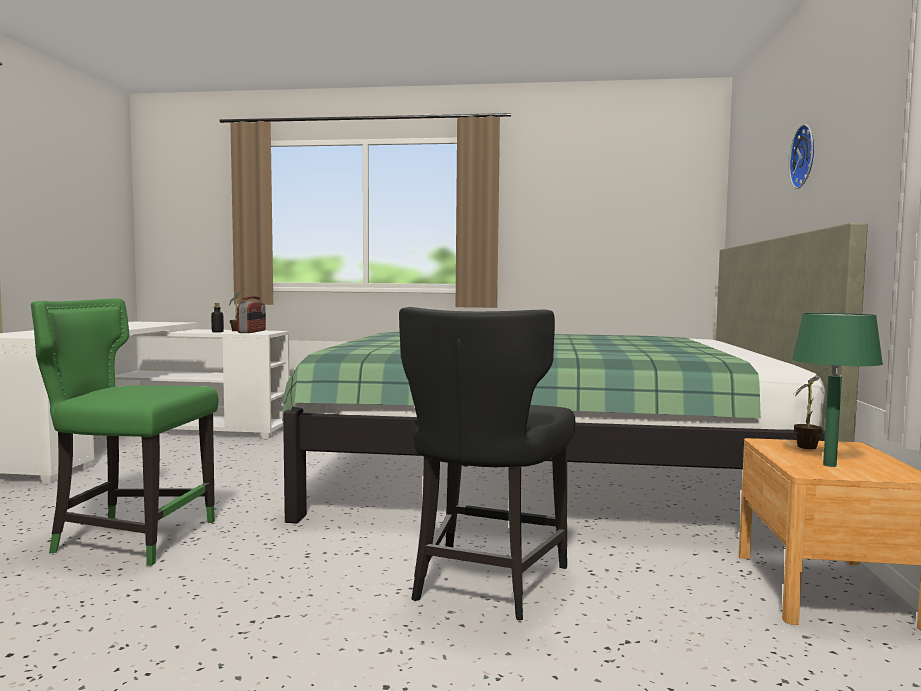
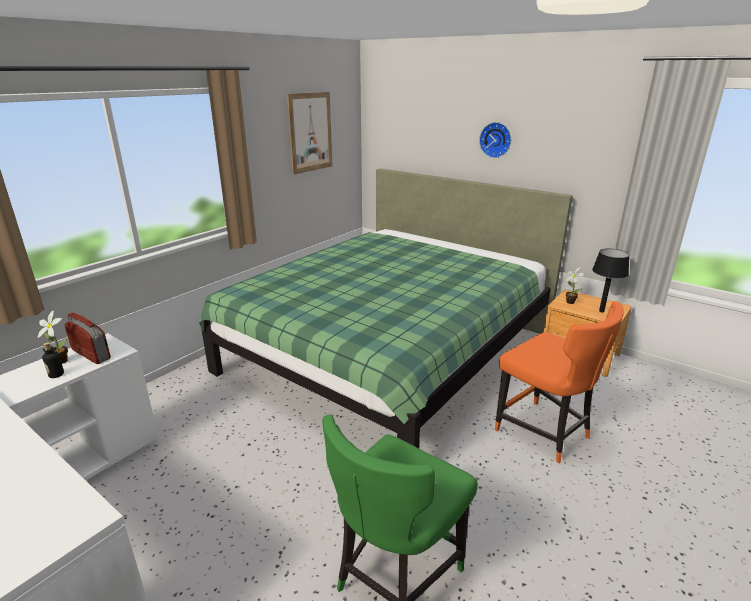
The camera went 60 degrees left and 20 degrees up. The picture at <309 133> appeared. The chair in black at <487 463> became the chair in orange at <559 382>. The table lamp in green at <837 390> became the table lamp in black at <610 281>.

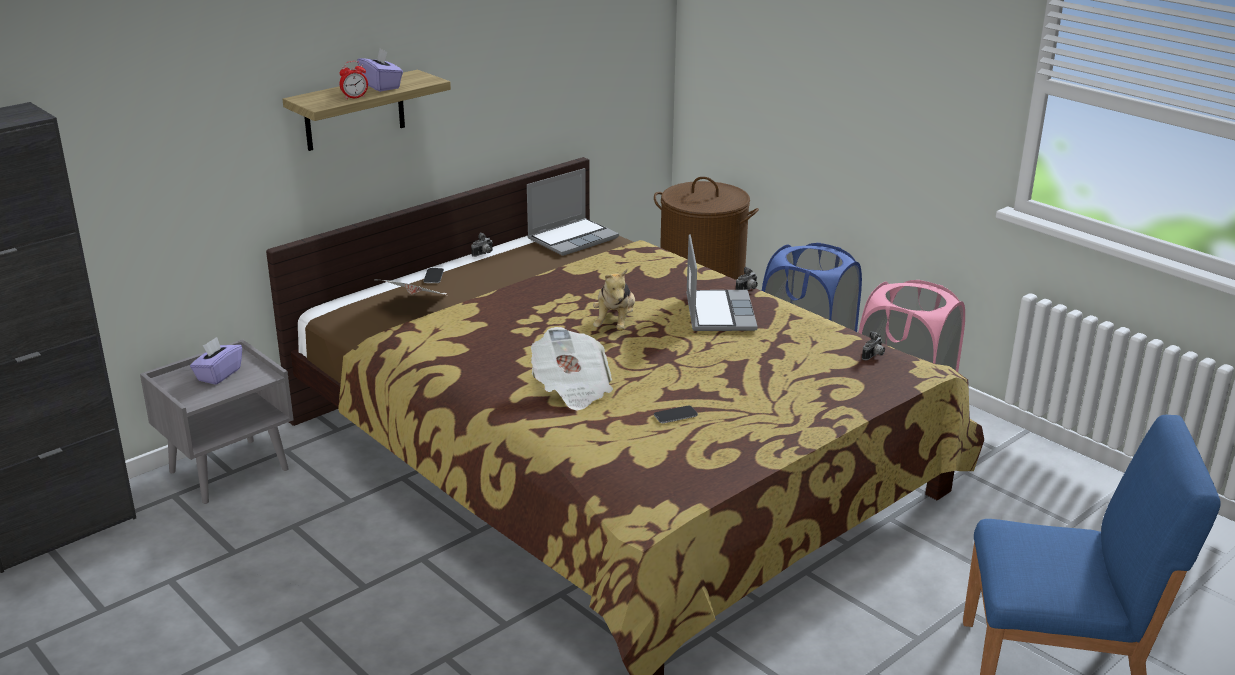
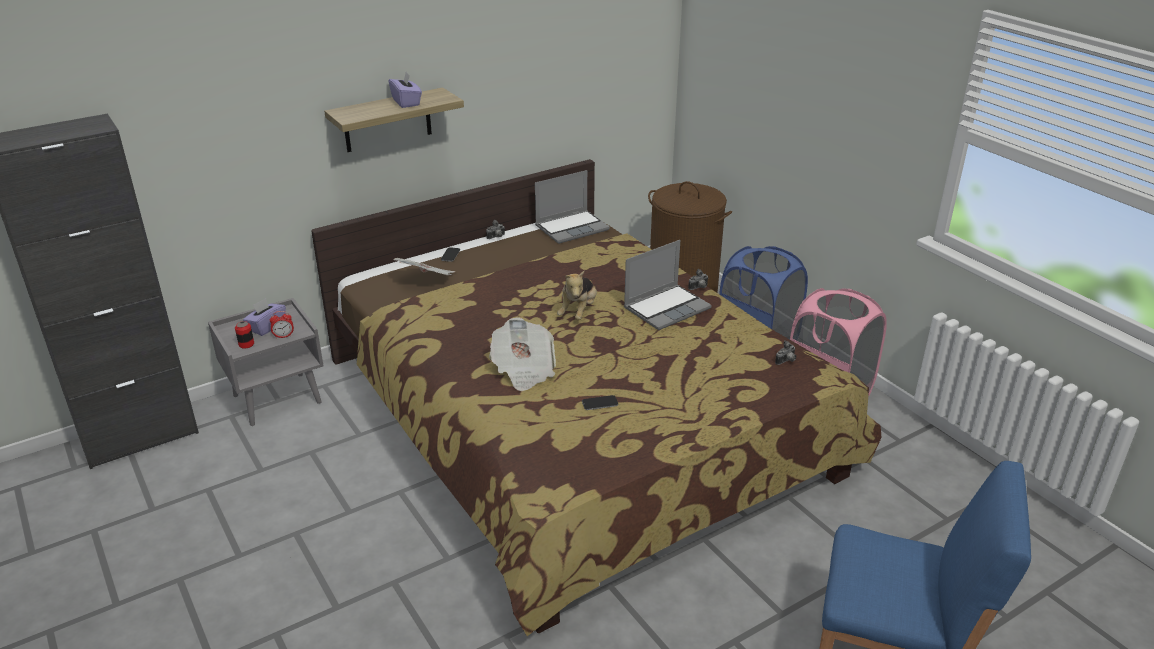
The camera went 10 degrees right and 5 degrees up. The can at <244 335> appeared. The alarm clock moved from <353 80> to <282 325>. The laptop at <722 282> turned 45 degrees clockwise.

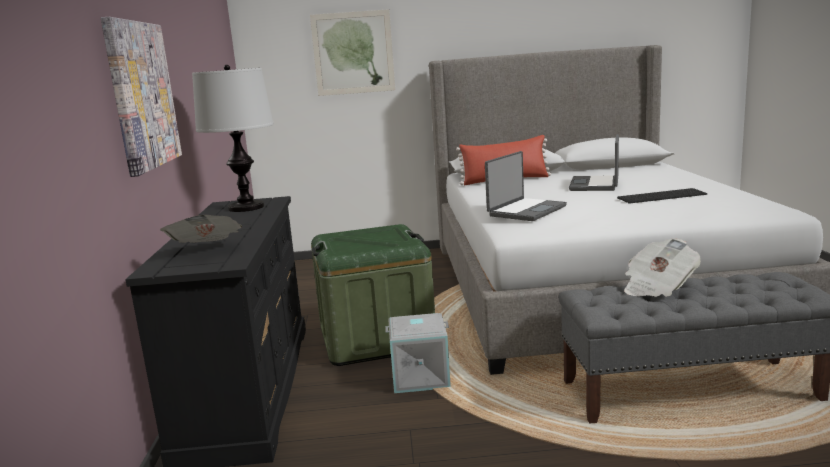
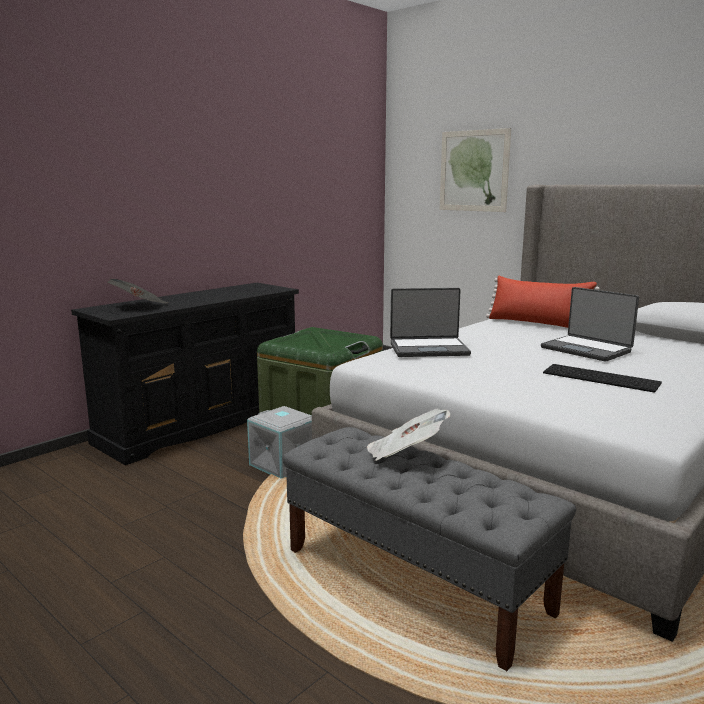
The camera went 45 degrees right and 0 degrees up. The picture at <141 97> disappeared. The table lamp at <233 138> disappeared. The laptop at <594 162> turned 105 degrees counterclockwise.

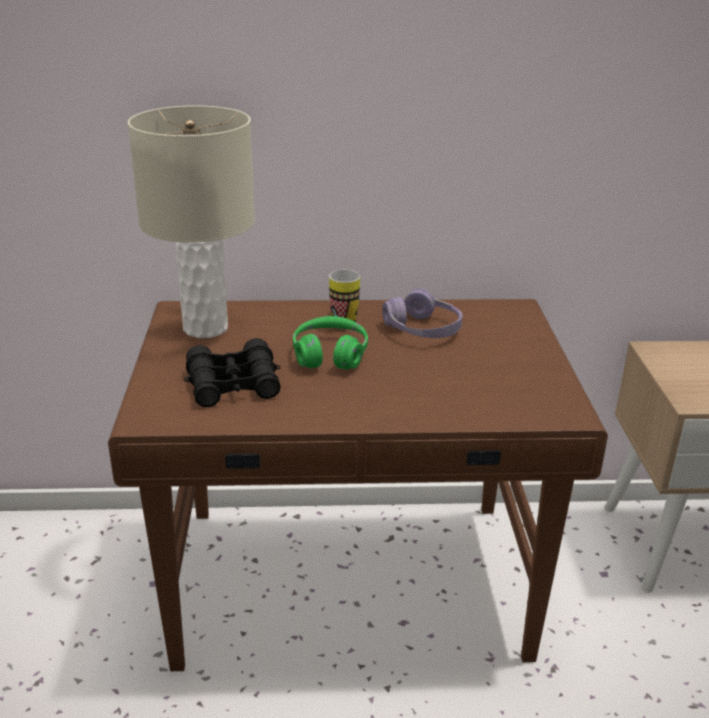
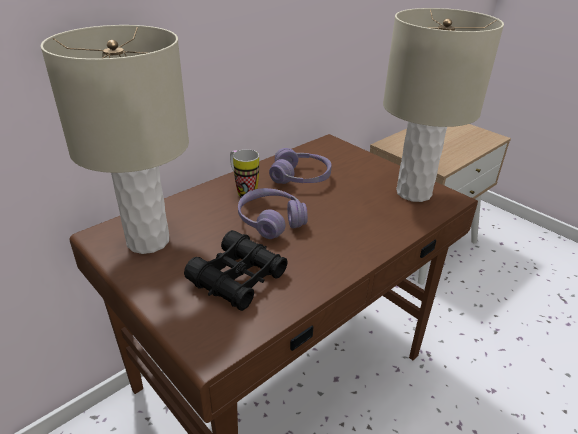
The camera went 40 degrees left and 5 degrees up. The table lamp in beige at <443 105> appeared. The headphones in green at <330 343> became the headphones in purple at <273 213>.

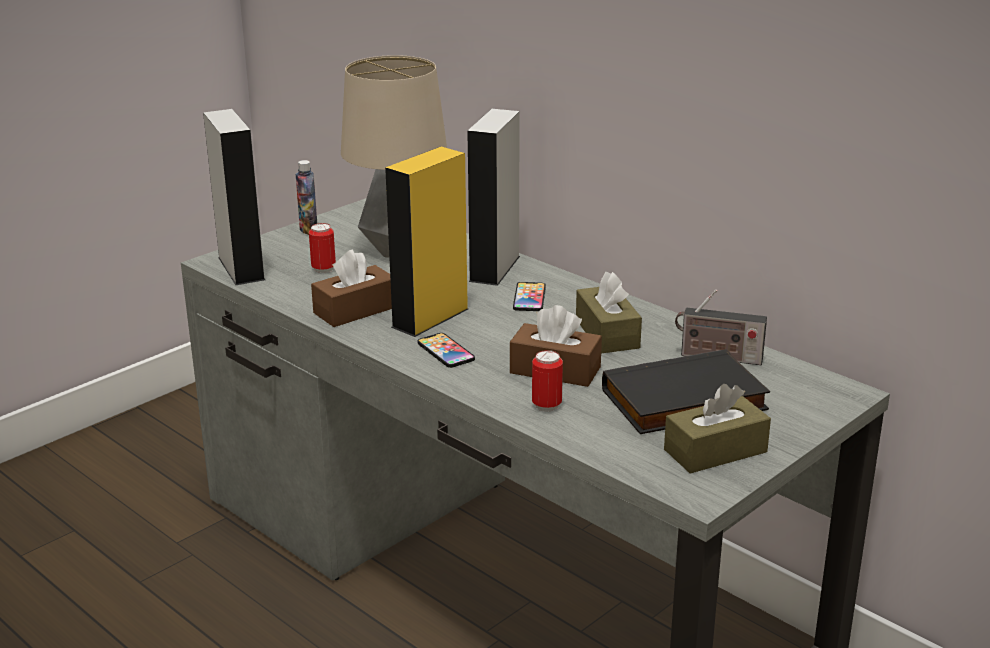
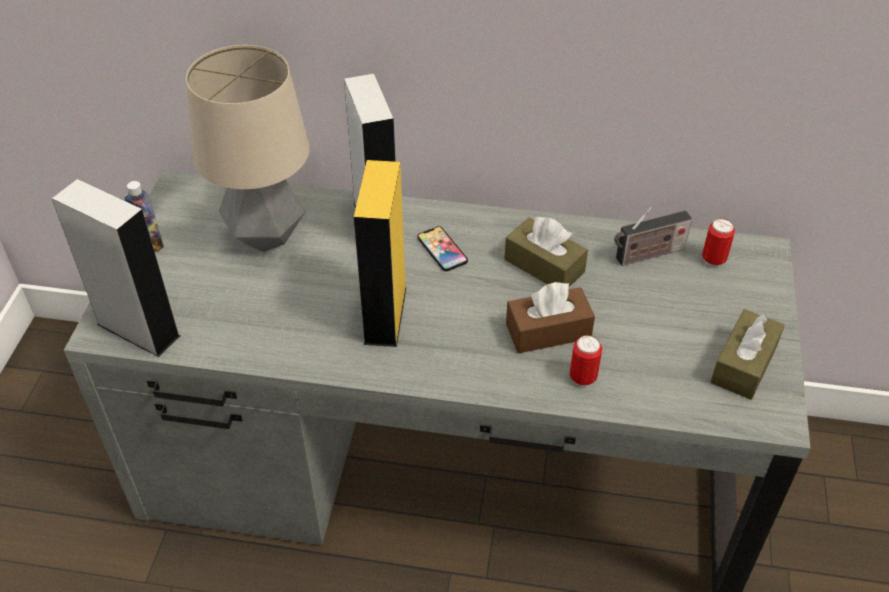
The camera went 35 degrees left and 20 degrees up. The tissue box in brown at <351 288> disappeared. The phone at <446 350> disappeared. The book in black at <686 391> disappeared. The can moved from <322 248> to <718 242>.

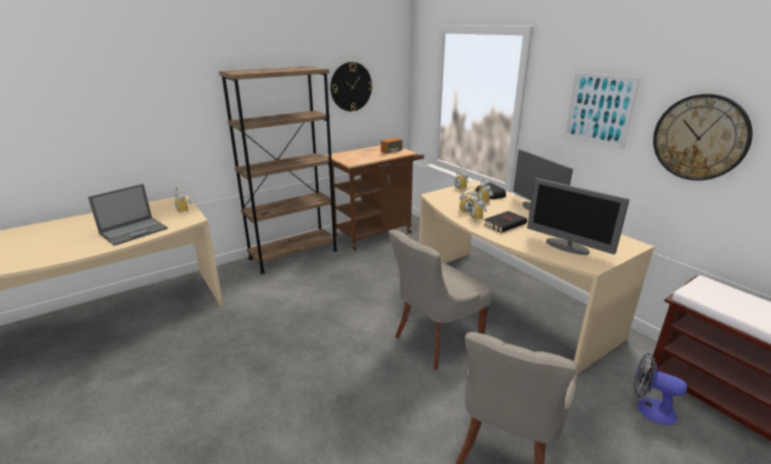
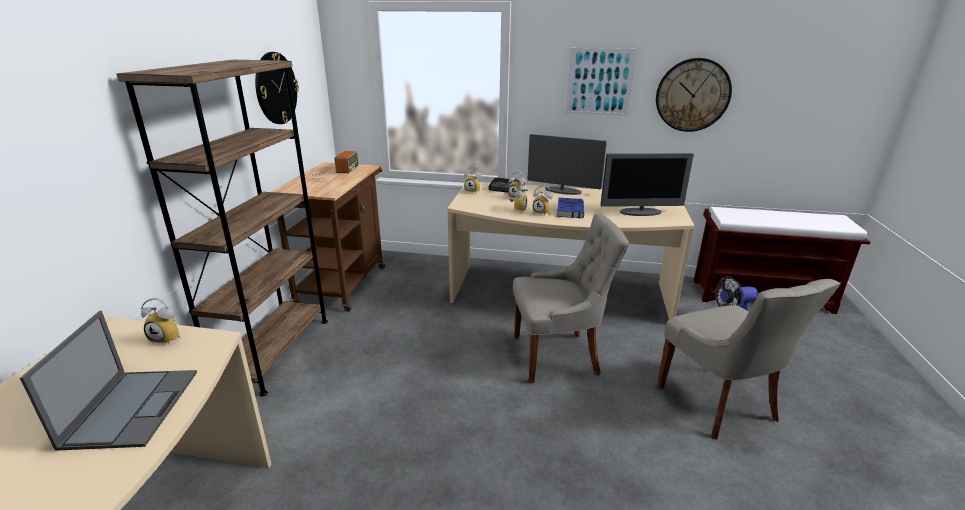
The camera went 45 degrees left and 0 degrees up. The book in black at <505 222> became the book in blue at <570 208>. The chair in grey at <440 299> turned 105 degrees counterclockwise.

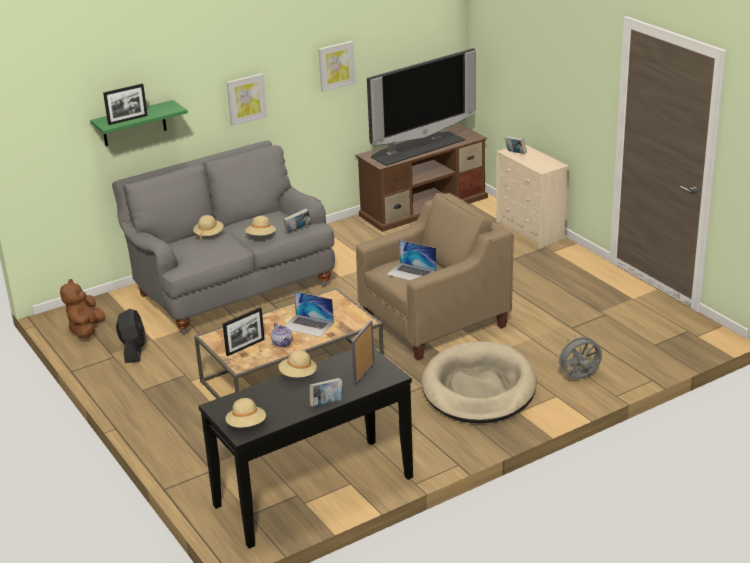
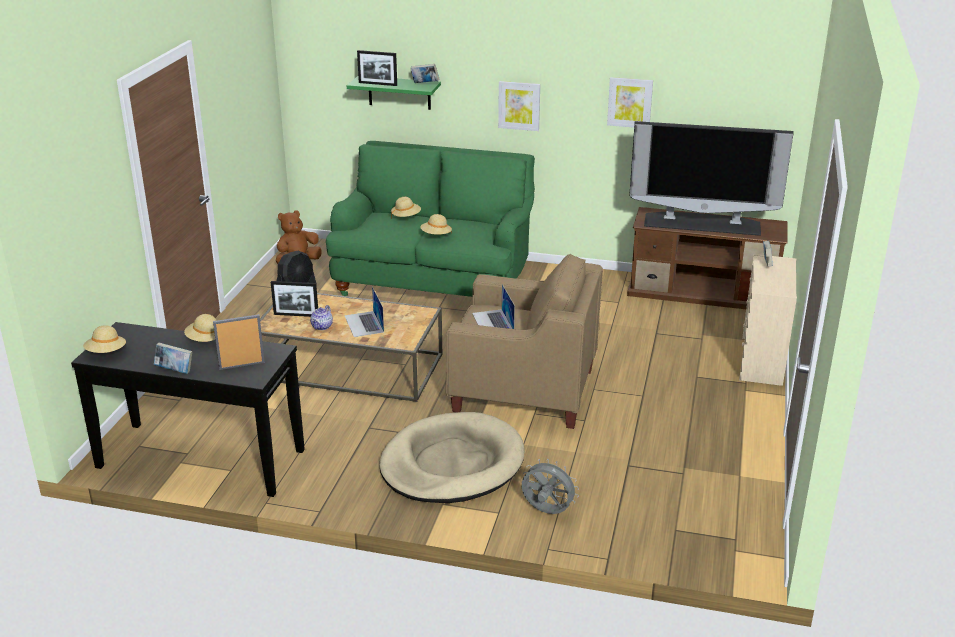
The camera went 45 degrees right and 0 degrees up. The book moved from <297 220> to <424 73>. The sofa in grey at <223 237> became the sofa in green at <430 219>.

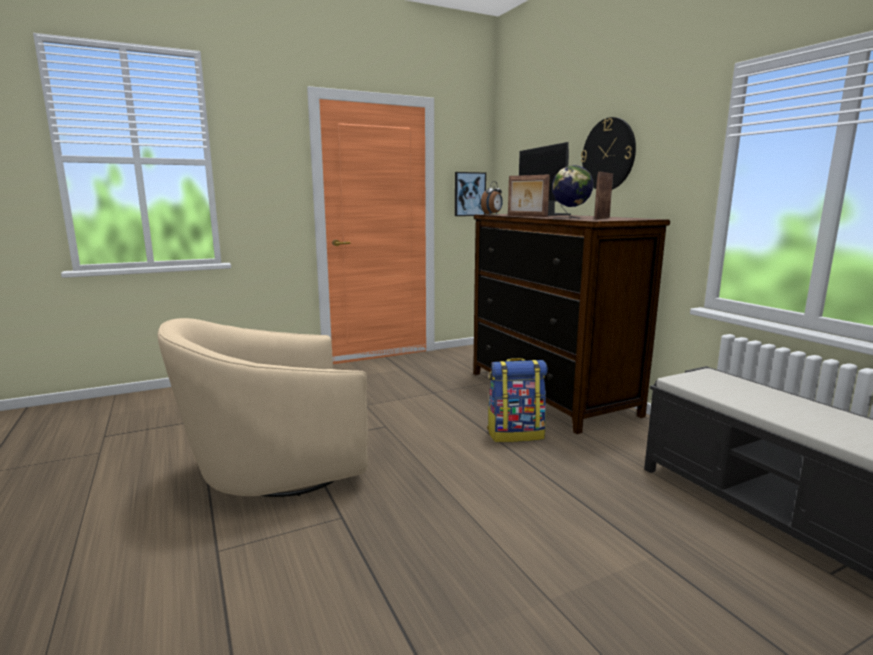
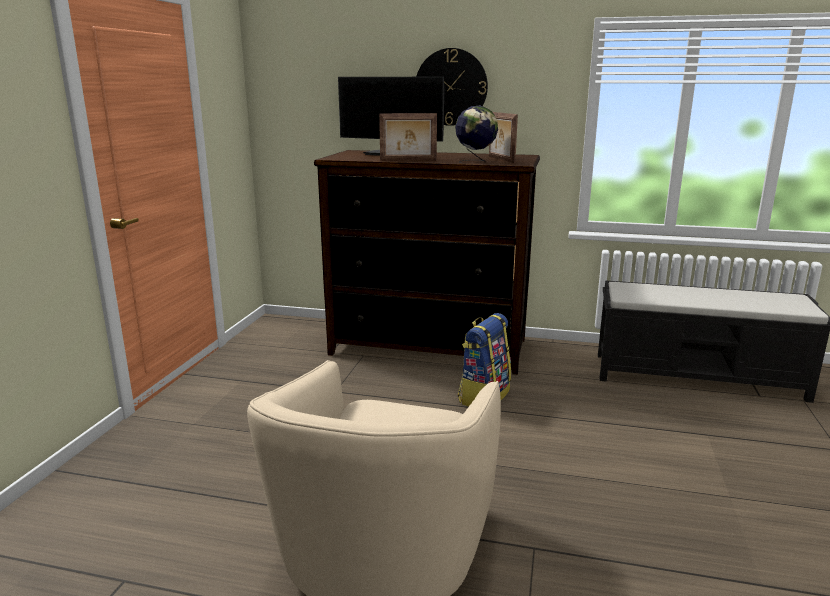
The camera went 50 degrees left and 5 degrees up. The picture at <470 194> disappeared. The alarm clock at <492 198> disappeared.

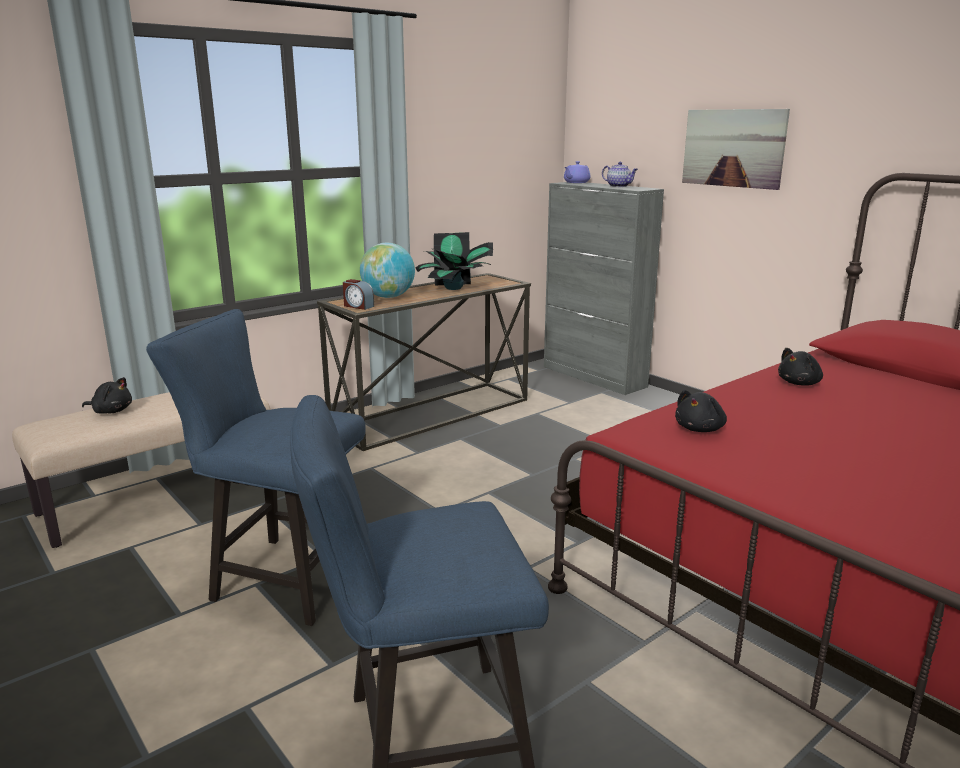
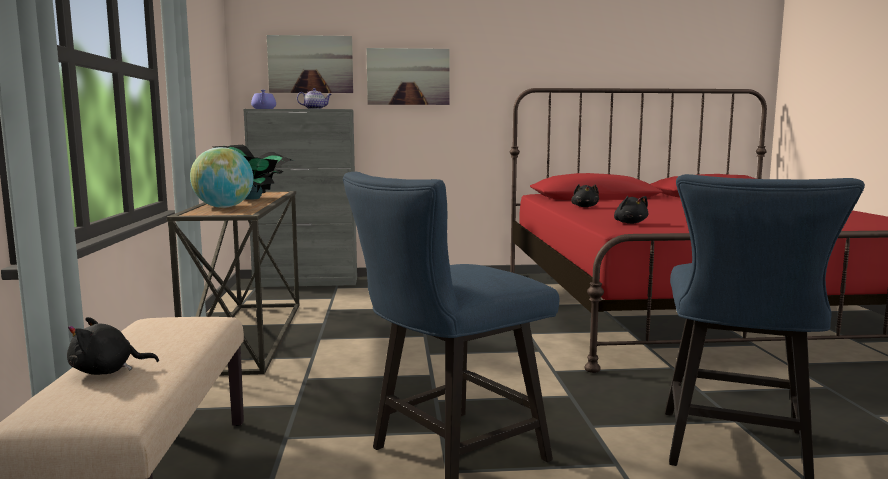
The camera went 55 degrees left and 10 degrees down. The alarm clock at <358 294> disappeared. The picture at <310 64> appeared. The plush toy in black at <107 395> turned 150 degrees counterclockwise.

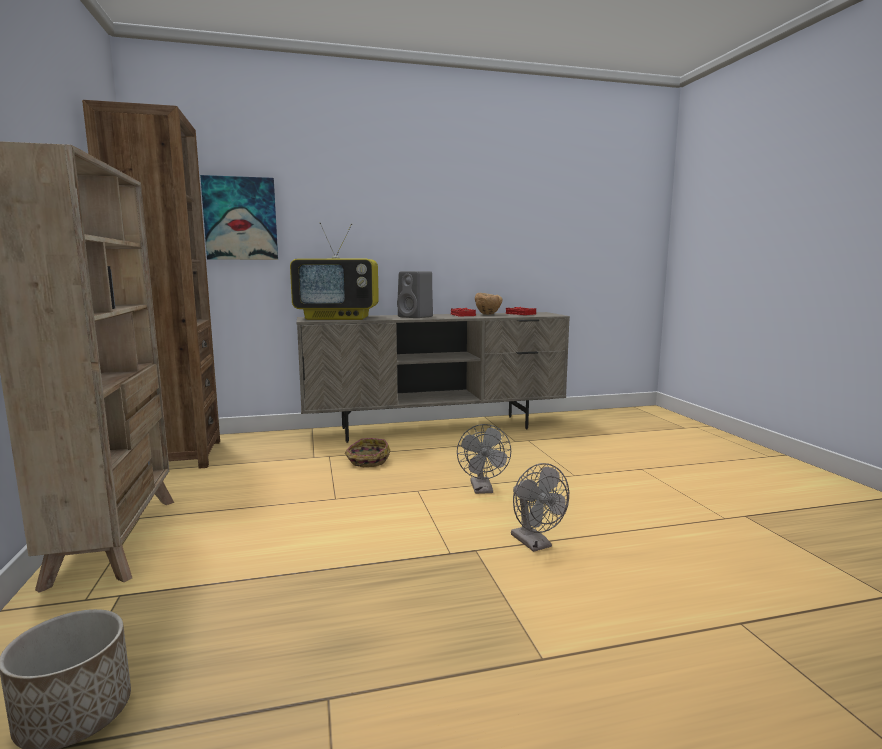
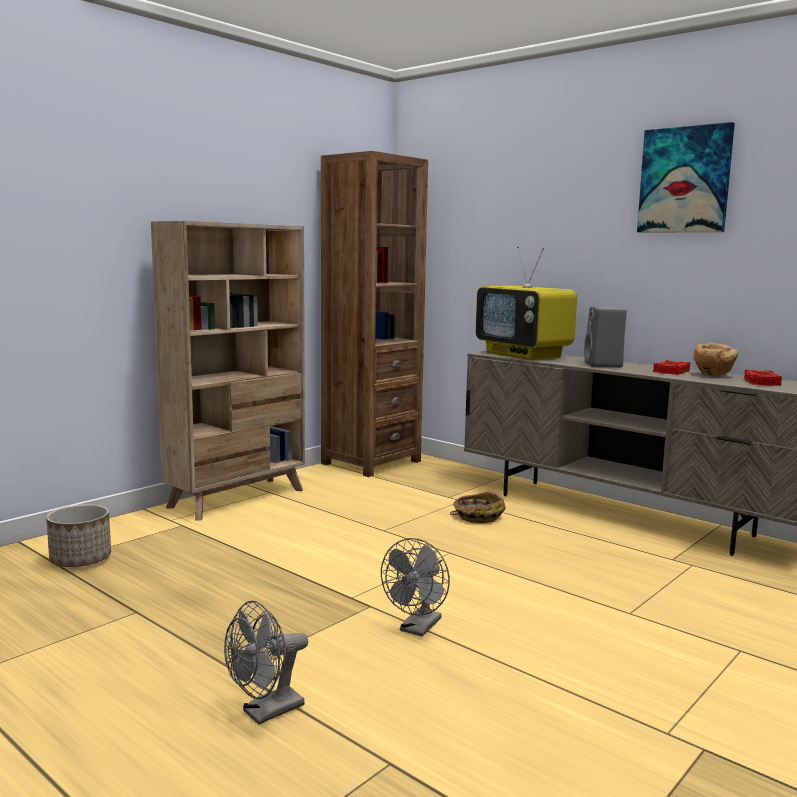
The camera went 55 degrees right and 0 degrees up. The picture moved from <239 217> to <686 177>. The fan in grey moved from <484 459> to <266 662>.

